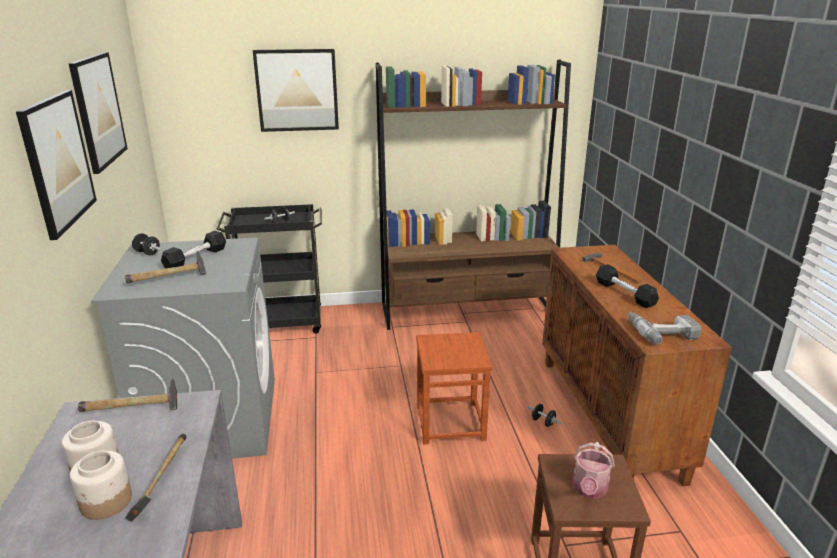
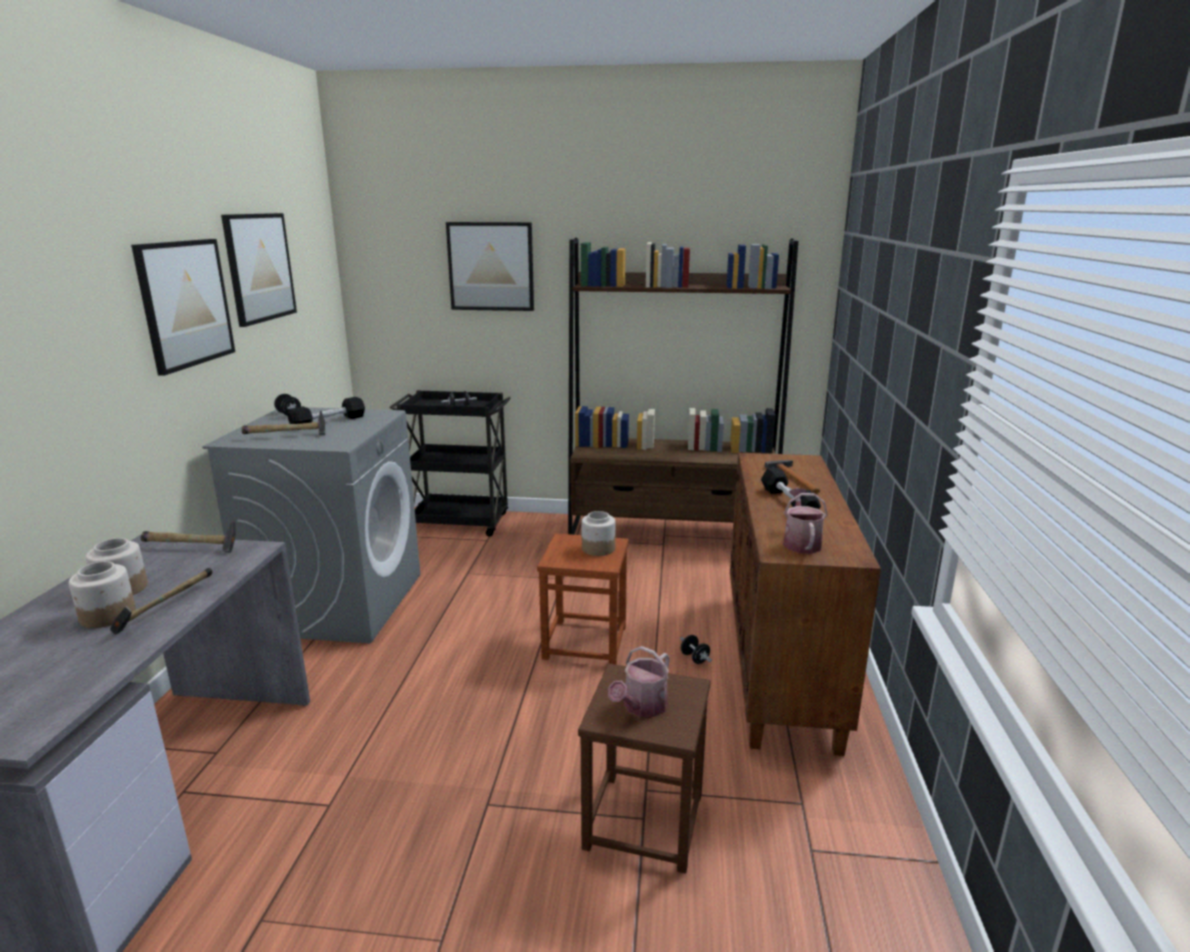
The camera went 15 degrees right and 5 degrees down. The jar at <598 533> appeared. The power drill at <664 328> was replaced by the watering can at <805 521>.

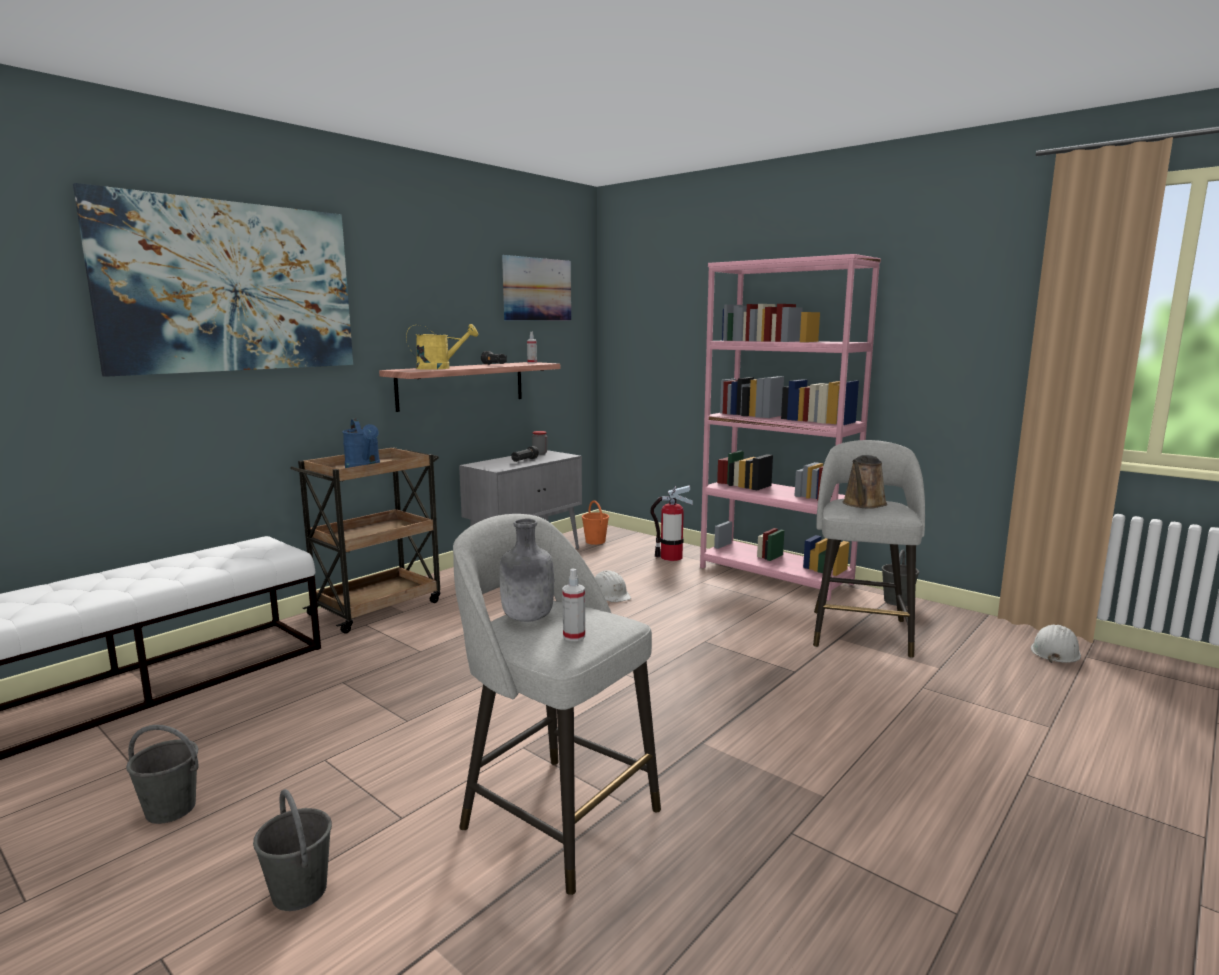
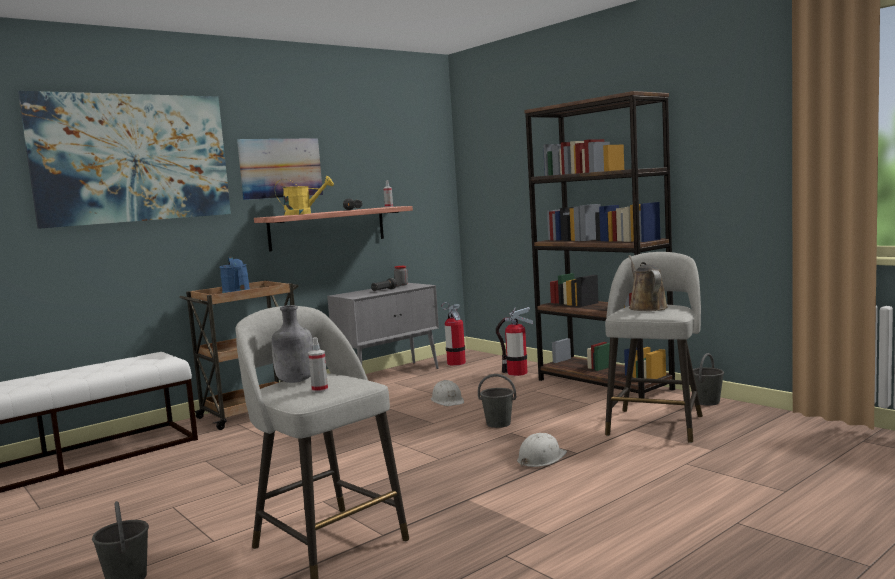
The camera went 10 degrees right and 5 degrees down. The bucket in grey moved from <162 774> to <497 401>. The picture moved from <536 288> to <280 169>. The hard hat in white moved from <1056 644> to <542 450>. The bucket in orange at <595 522> was replaced by the fire extinguisher at <453 334>. The bookcase in pink at <790 427> became the bookcase in brown at <599 244>. The watering can in brown at <865 482> turned 135 degrees clockwise.

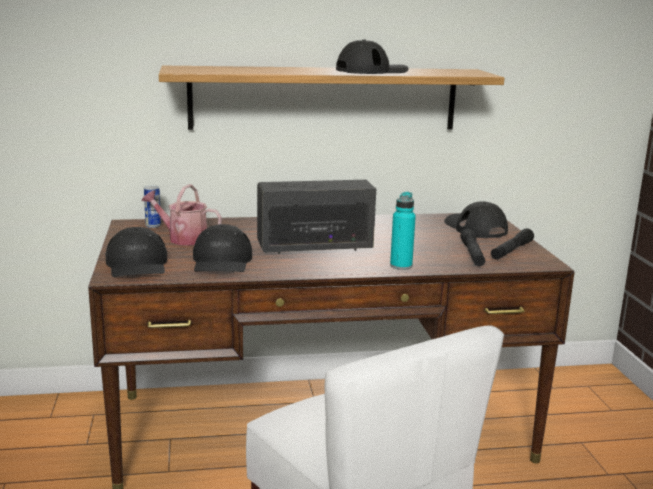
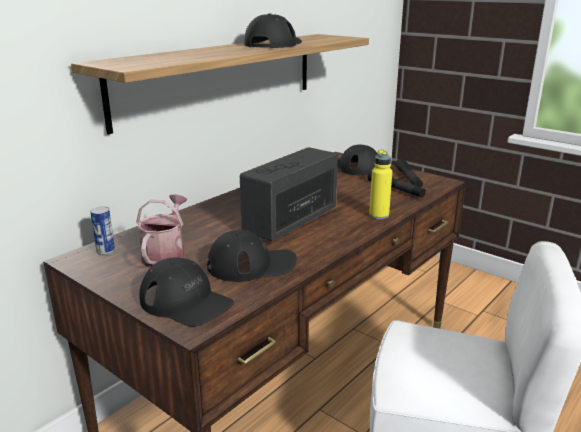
The camera went 40 degrees left and 5 degrees up. The bottle in turquoise at <403 231> became the bottle in yellow at <380 184>. The watering can at <181 214> turned 120 degrees clockwise. The cap in black at <222 248> turned 60 degrees counterclockwise.

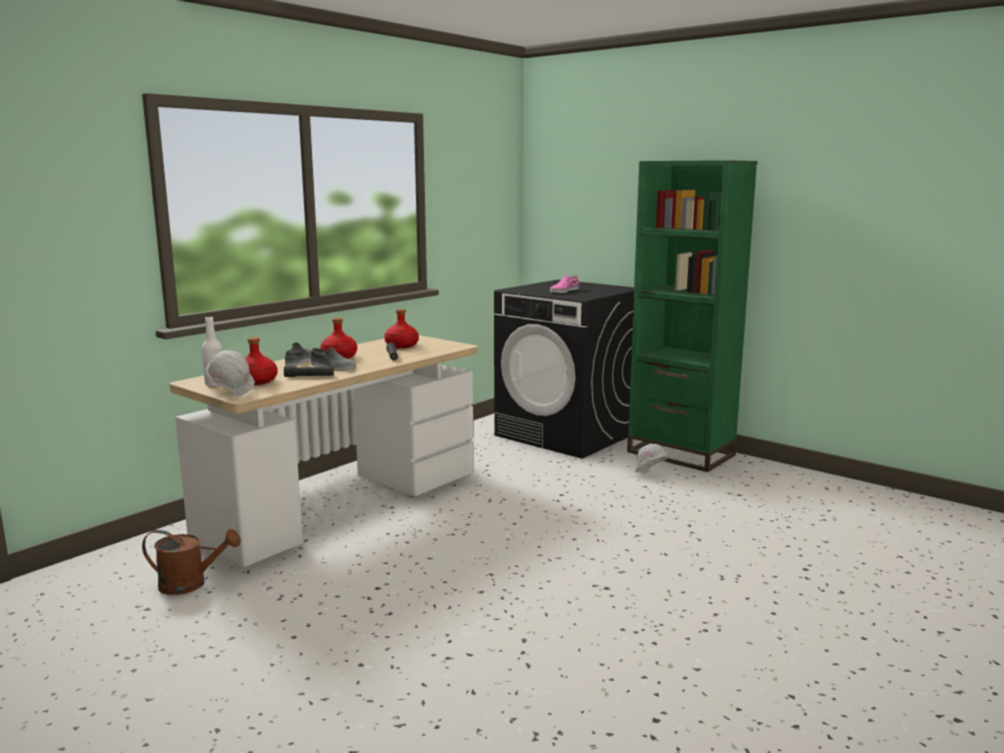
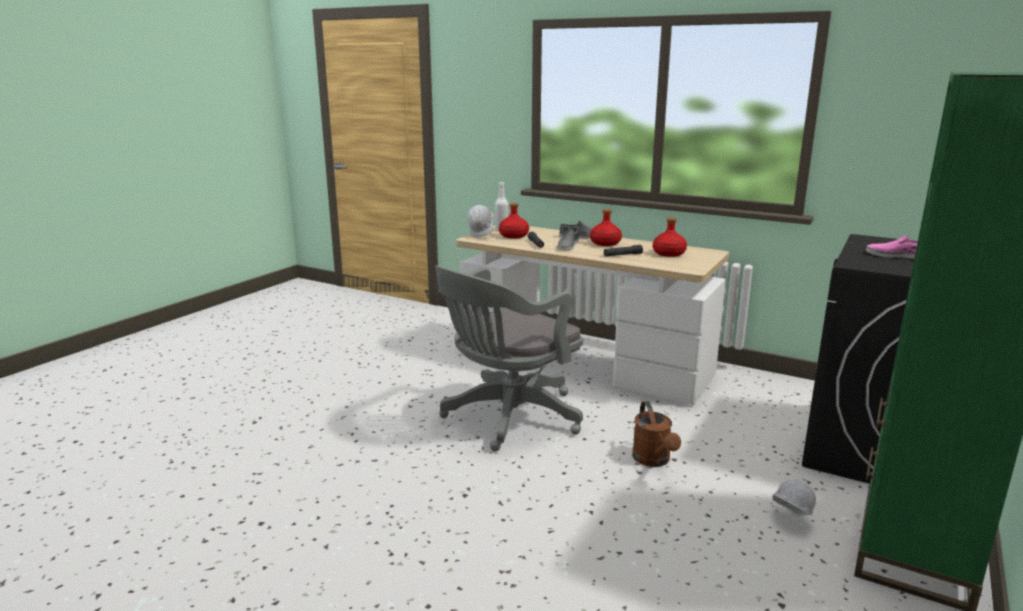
The camera went 80 degrees right and 5 degrees up. The office chair in grey at <509 358> appeared. The watering can in brown moved from <191 562> to <656 434>.

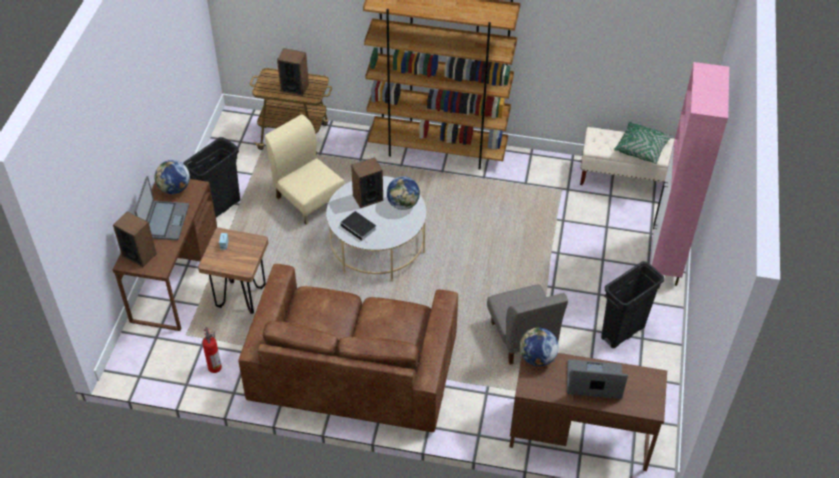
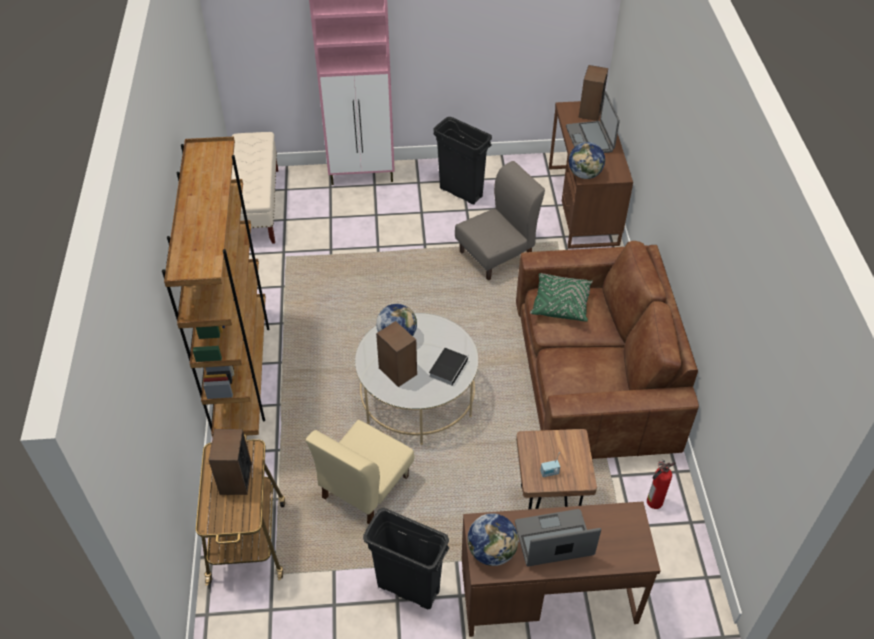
The camera went 105 degrees left and 0 degrees up. The speaker moved from <135 239> to <593 93>. The pillow in green moved from <643 143> to <561 297>.

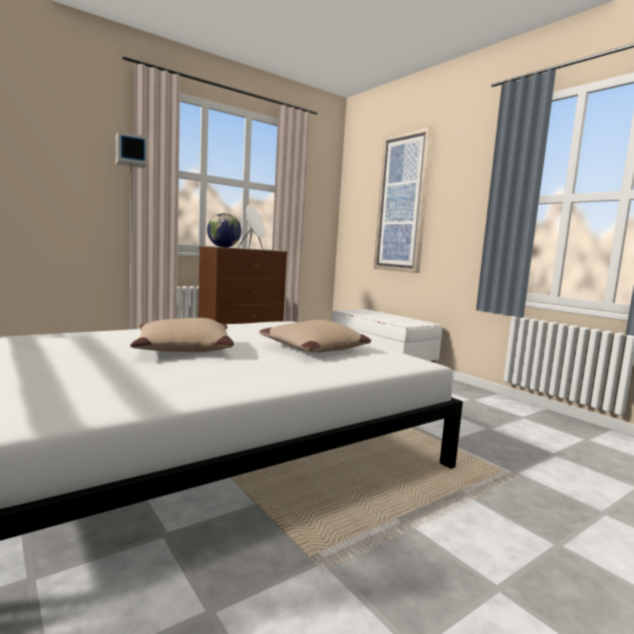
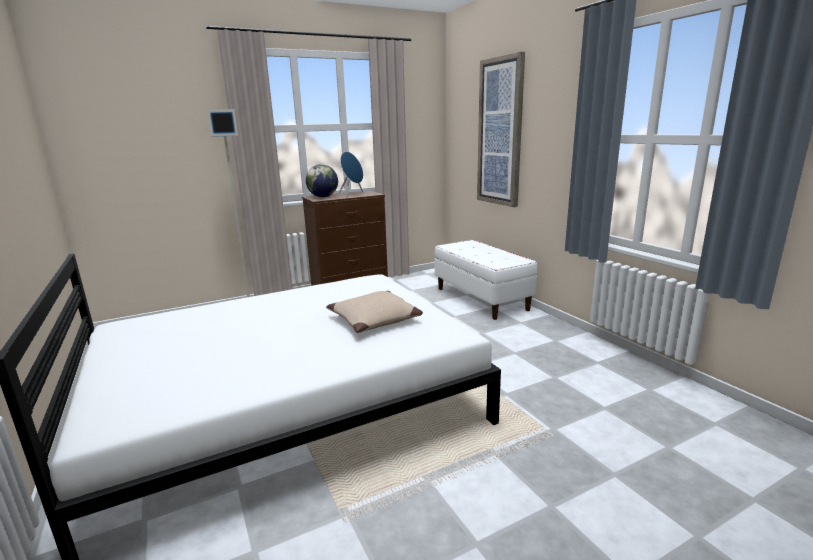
The camera went 10 degrees right and 10 degrees up. The pillow in beige at <182 335> disappeared. The speaker in white at <251 227> became the speaker in blue at <351 174>.

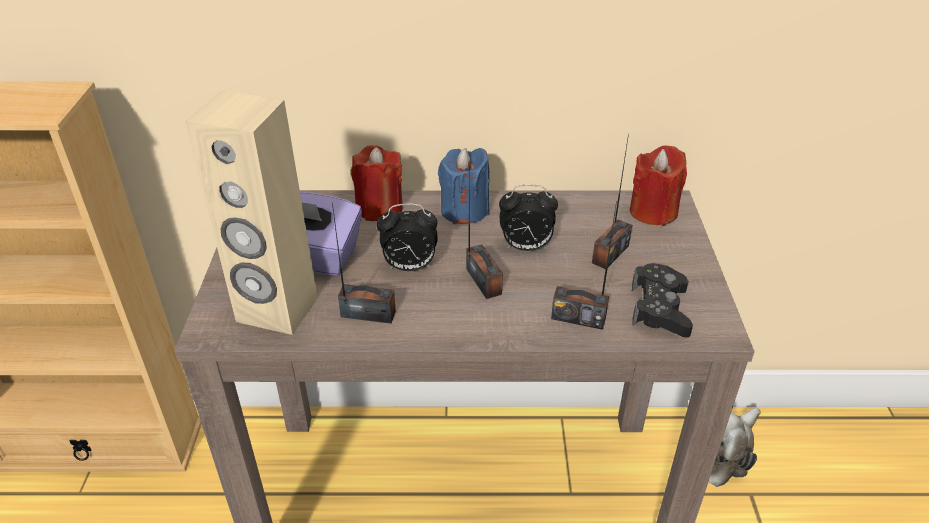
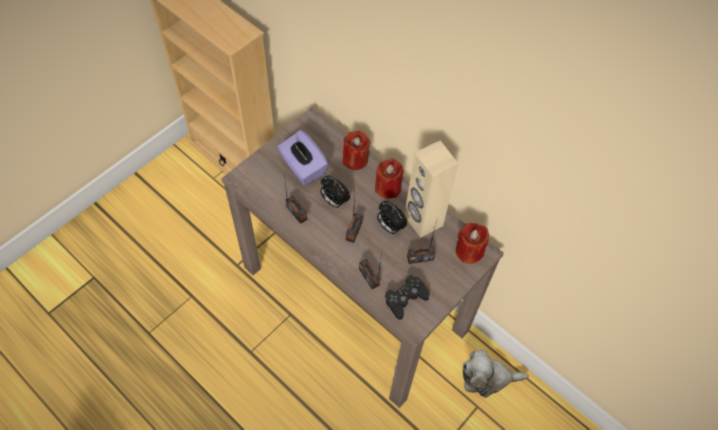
The camera went 40 degrees right and 20 degrees up. The speaker in beige moved from <251 213> to <431 189>. The candle in blue at <464 186> became the candle in red at <389 178>.

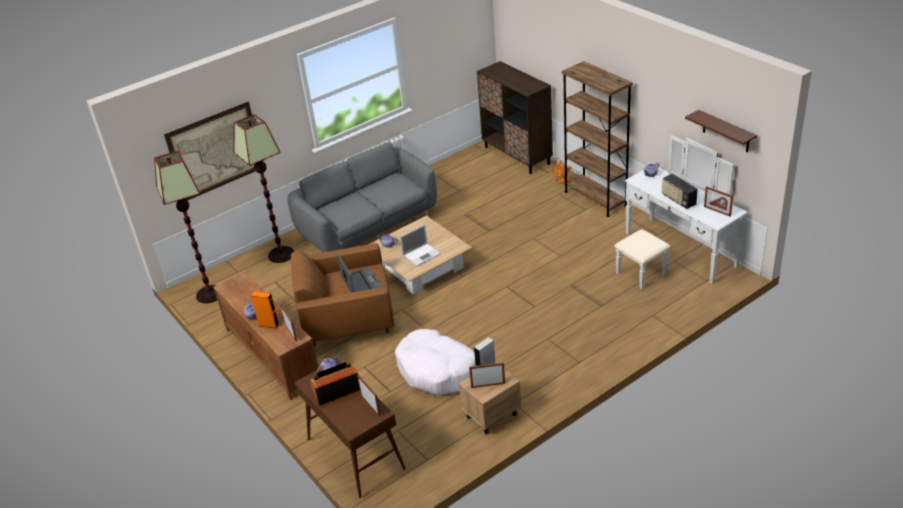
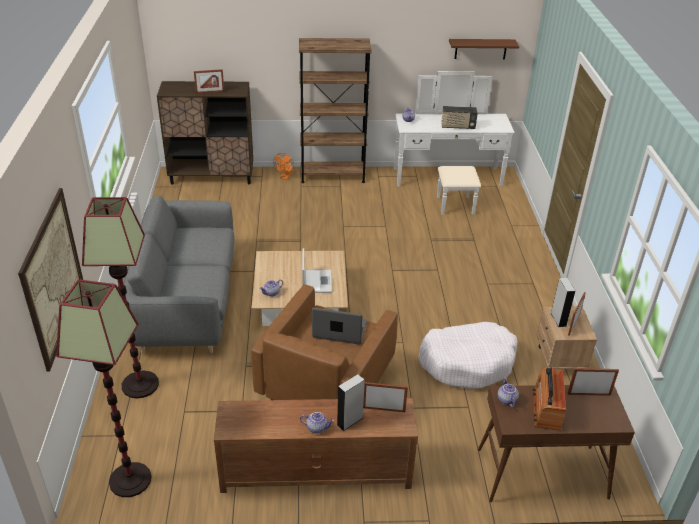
The camera went 60 degrees left and 0 degrees up. The picture frame moved from <718 201> to <209 81>. The speaker in orange at <265 309> became the speaker in grey at <351 402>.

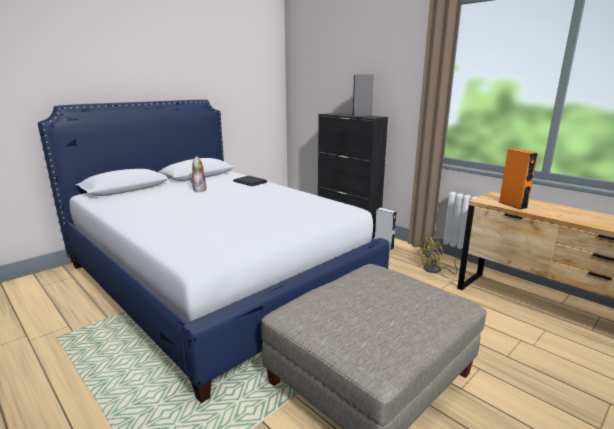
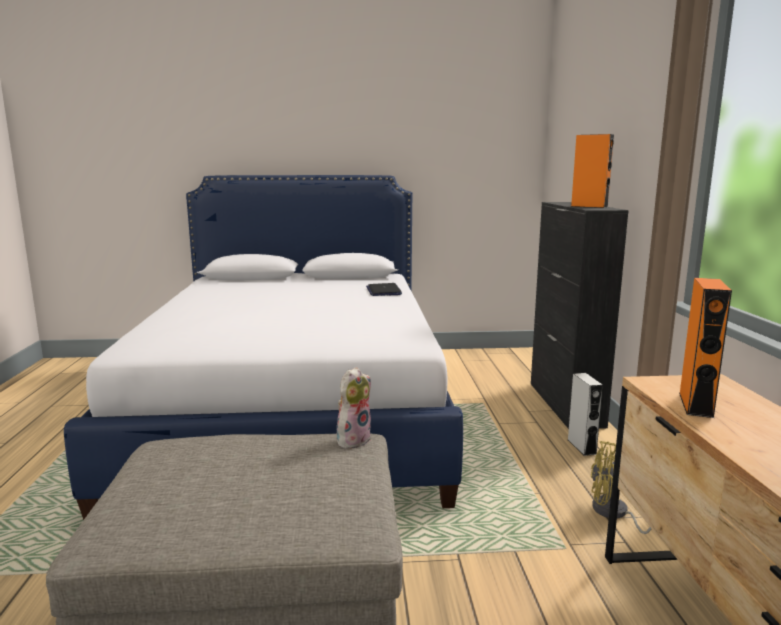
The camera went 40 degrees right and 5 degrees down. The plush toy moved from <198 174> to <354 408>. The speaker in grey at <363 95> became the speaker in orange at <592 171>.

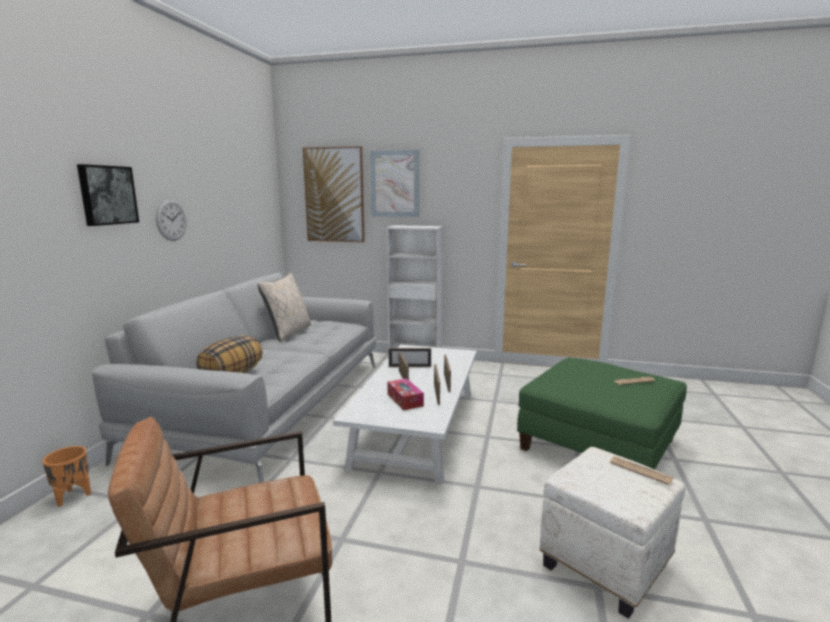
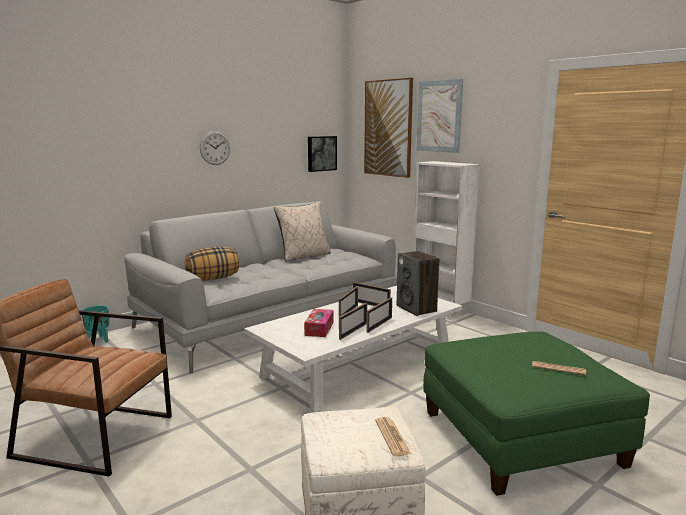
The camera went 35 degrees right and 0 degrees up. The speaker at <418 283> appeared. The picture moved from <108 195> to <322 154>. The planter in orange at <66 476> became the planter in turquoise at <96 324>.

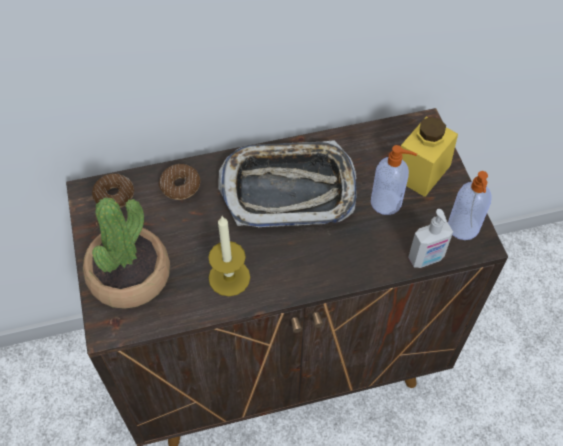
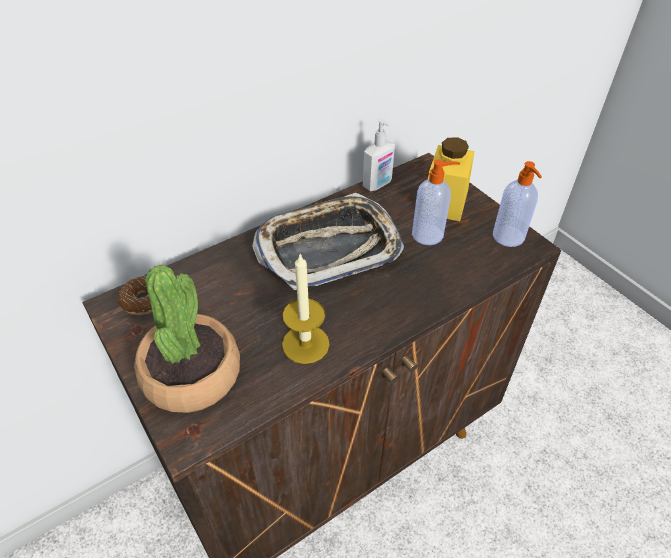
The camera went 20 degrees left and 10 degrees down. The donut at <180 182> disappeared. The soap dispenser moved from <430 238> to <379 154>.

